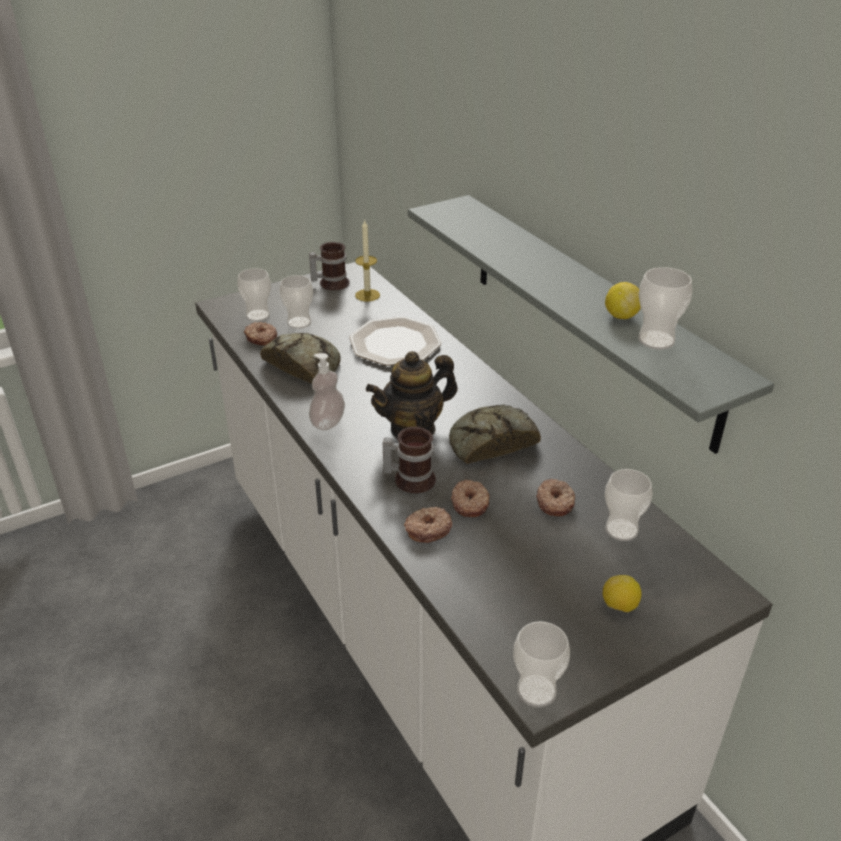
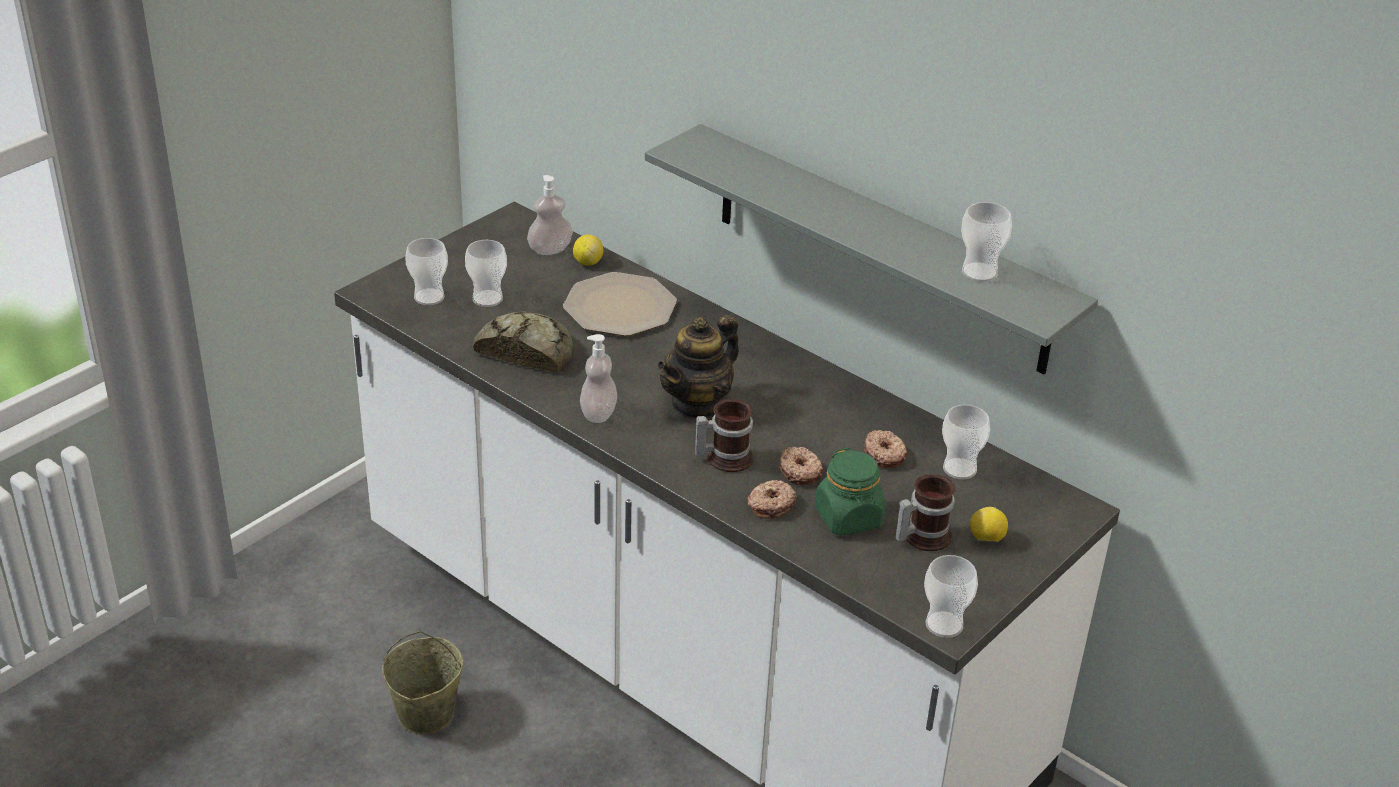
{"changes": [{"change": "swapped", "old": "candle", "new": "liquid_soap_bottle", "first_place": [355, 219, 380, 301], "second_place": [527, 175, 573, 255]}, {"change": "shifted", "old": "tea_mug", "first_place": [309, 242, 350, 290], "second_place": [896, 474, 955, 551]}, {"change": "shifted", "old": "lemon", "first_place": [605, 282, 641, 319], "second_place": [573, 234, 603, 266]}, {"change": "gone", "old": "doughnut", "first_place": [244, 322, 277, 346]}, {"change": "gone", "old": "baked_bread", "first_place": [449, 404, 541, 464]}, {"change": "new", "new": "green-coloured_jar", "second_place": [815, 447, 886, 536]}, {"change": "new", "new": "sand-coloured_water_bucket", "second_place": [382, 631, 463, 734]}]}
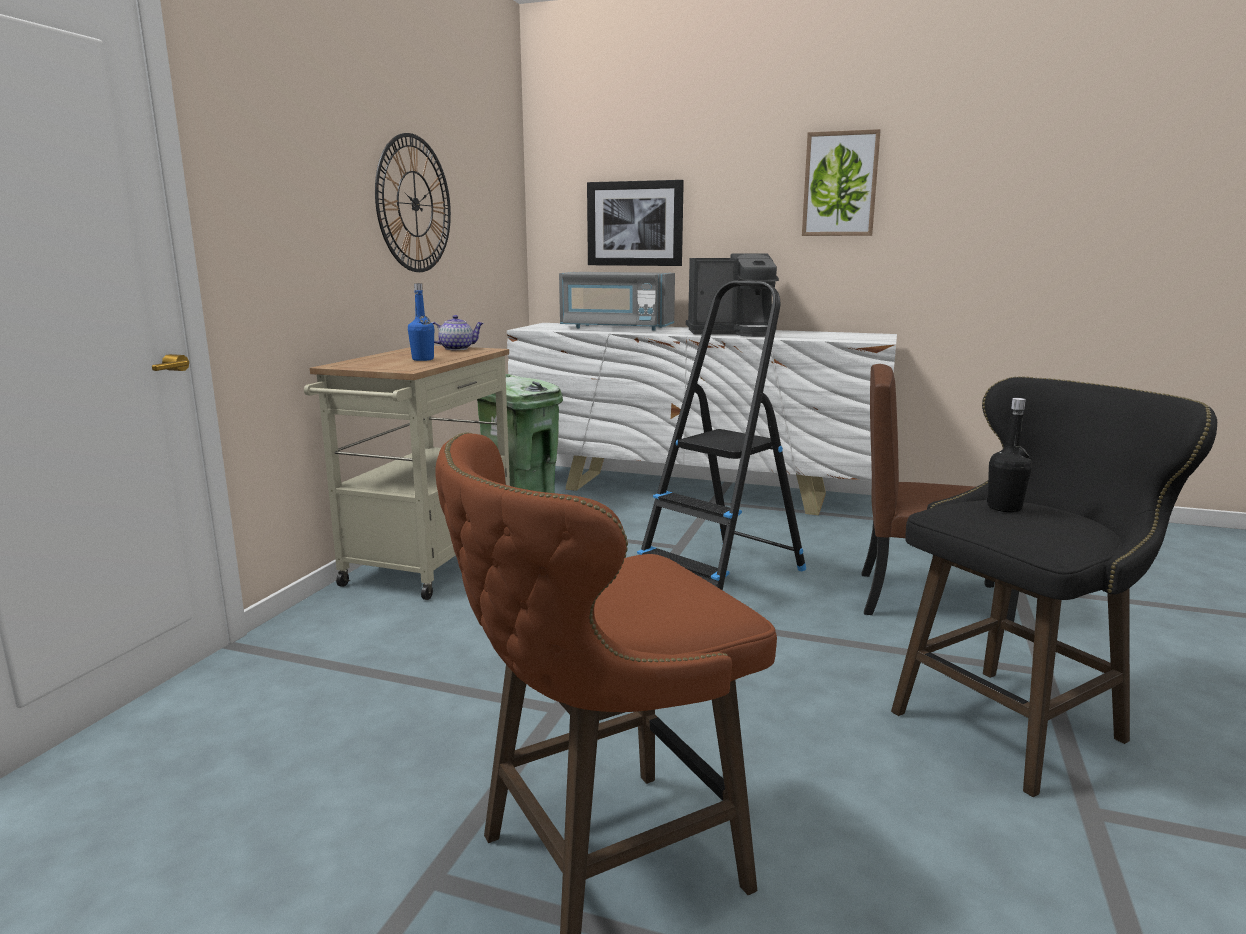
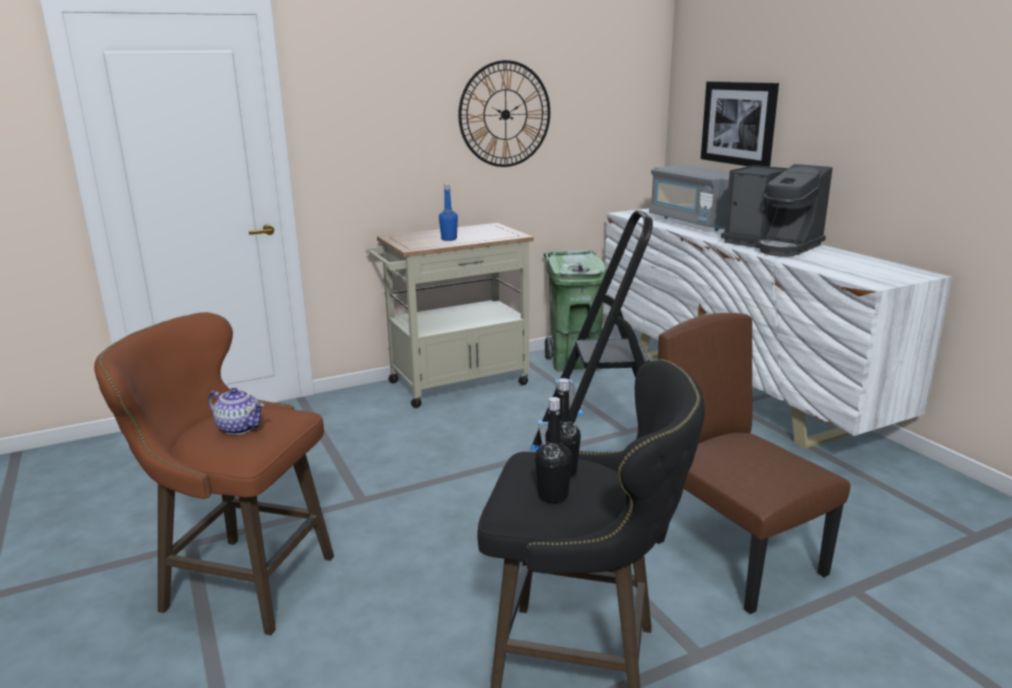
{"changes": [{"change": "gone", "old": "wall_art", "first_place": [802, 129, 881, 236]}, {"change": "shifted", "old": "pot_for_tea", "first_place": [432, 315, 484, 350], "second_place": [208, 388, 264, 435]}, {"change": "new", "new": "black-coloured_beverage_bottle", "second_place": [535, 397, 572, 503]}]}
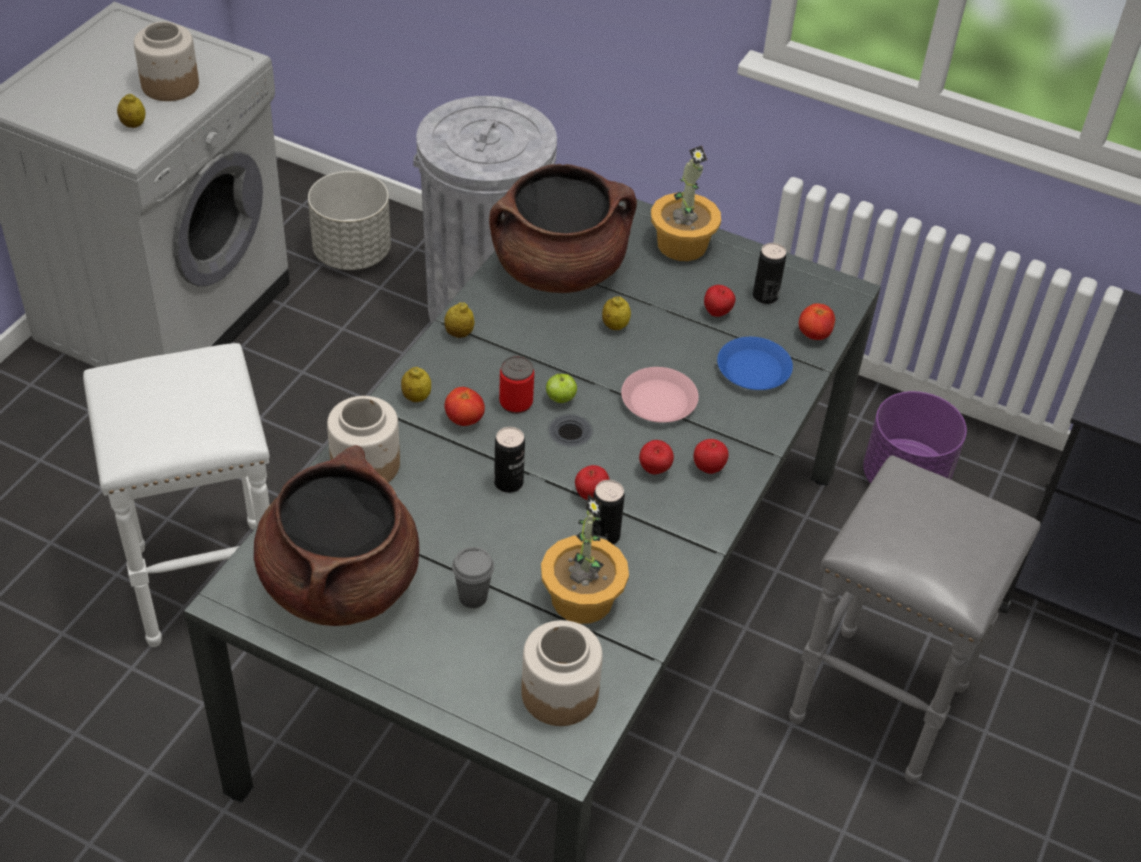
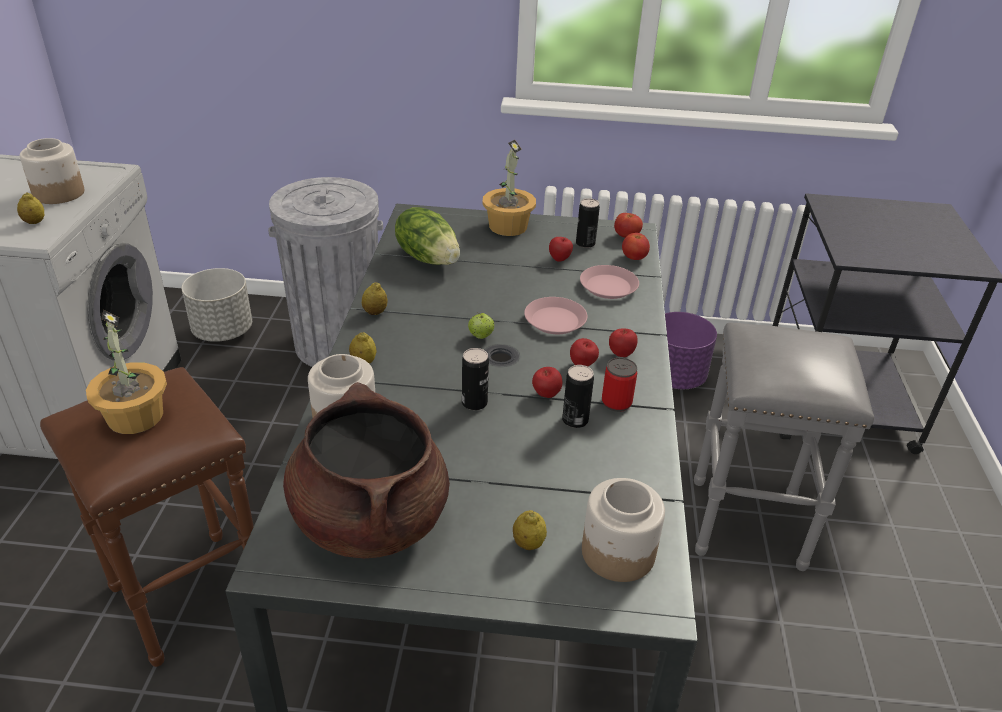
{"changes": [{"change": "swapped", "old": "brownish_stockpot", "new": "head_of_lettuce", "first_place": [489, 164, 637, 293], "second_place": [395, 207, 460, 265]}, {"change": "shifted", "old": "lemon", "first_place": [602, 296, 631, 330], "second_place": [513, 510, 547, 550]}, {"change": "repainted", "old": "bluish_flat_dish", "new": "pinkish_flat_dish", "first_place": [717, 337, 793, 390], "second_place": [580, 265, 639, 299]}, {"change": "repainted", "old": "whitish_sitting_stool", "new": "brownish_sitting_stool", "first_place": [83, 343, 269, 647], "second_place": [40, 367, 254, 667]}, {"change": "shifted", "old": "sealed_can", "first_place": [499, 356, 534, 414], "second_place": [602, 358, 637, 412]}, {"change": "shifted", "old": "whole_tomato", "first_place": [444, 387, 485, 426], "second_place": [614, 213, 643, 238]}, {"change": "shifted", "old": "houseplant", "first_place": [541, 494, 629, 624], "second_place": [86, 309, 167, 434]}, {"change": "gone", "old": "greyish_cup", "first_place": [452, 547, 494, 608]}]}
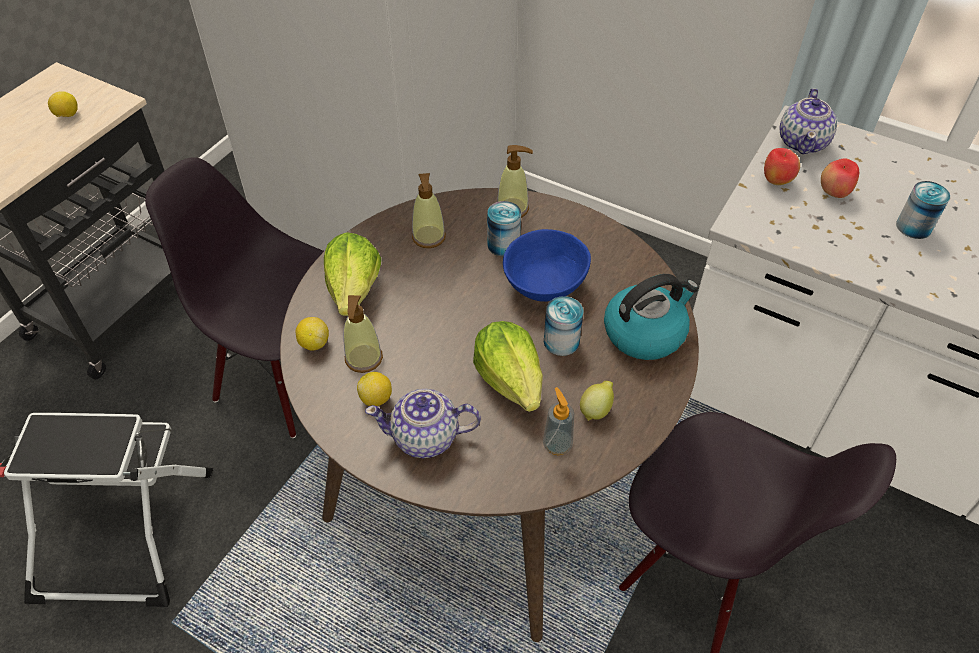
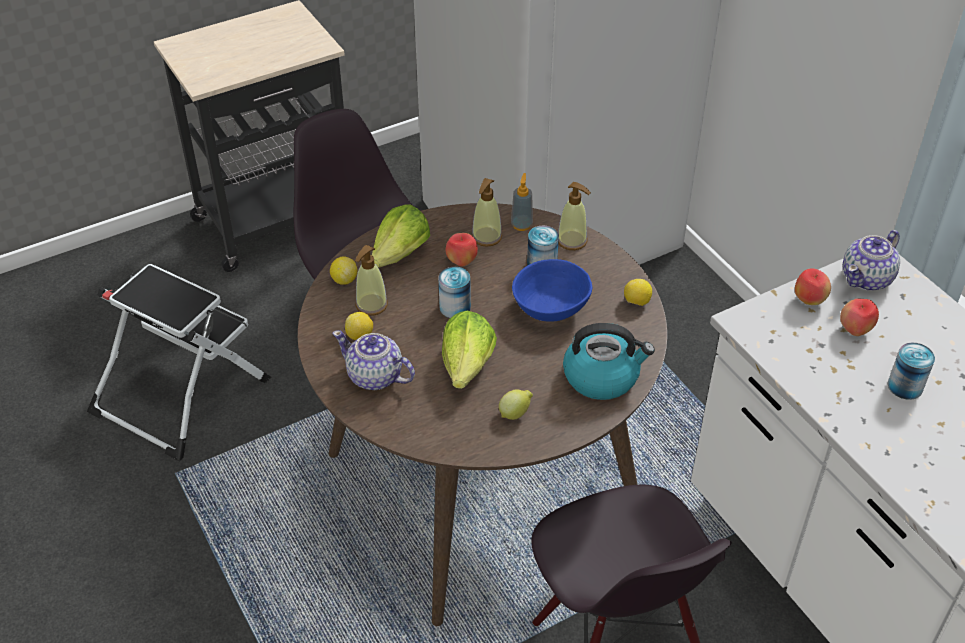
{"changes": [{"change": "shifted", "old": "lemon", "first_place": [48, 91, 78, 117], "second_place": [624, 279, 652, 306]}, {"change": "shifted", "old": "sealed_can", "first_place": [544, 296, 583, 356], "second_place": [438, 267, 471, 318]}, {"change": "shifted", "old": "liquid_soap_bottle", "first_place": [543, 387, 574, 455], "second_place": [511, 173, 533, 231]}, {"change": "new", "new": "whole_apple", "second_place": [446, 233, 478, 266]}]}
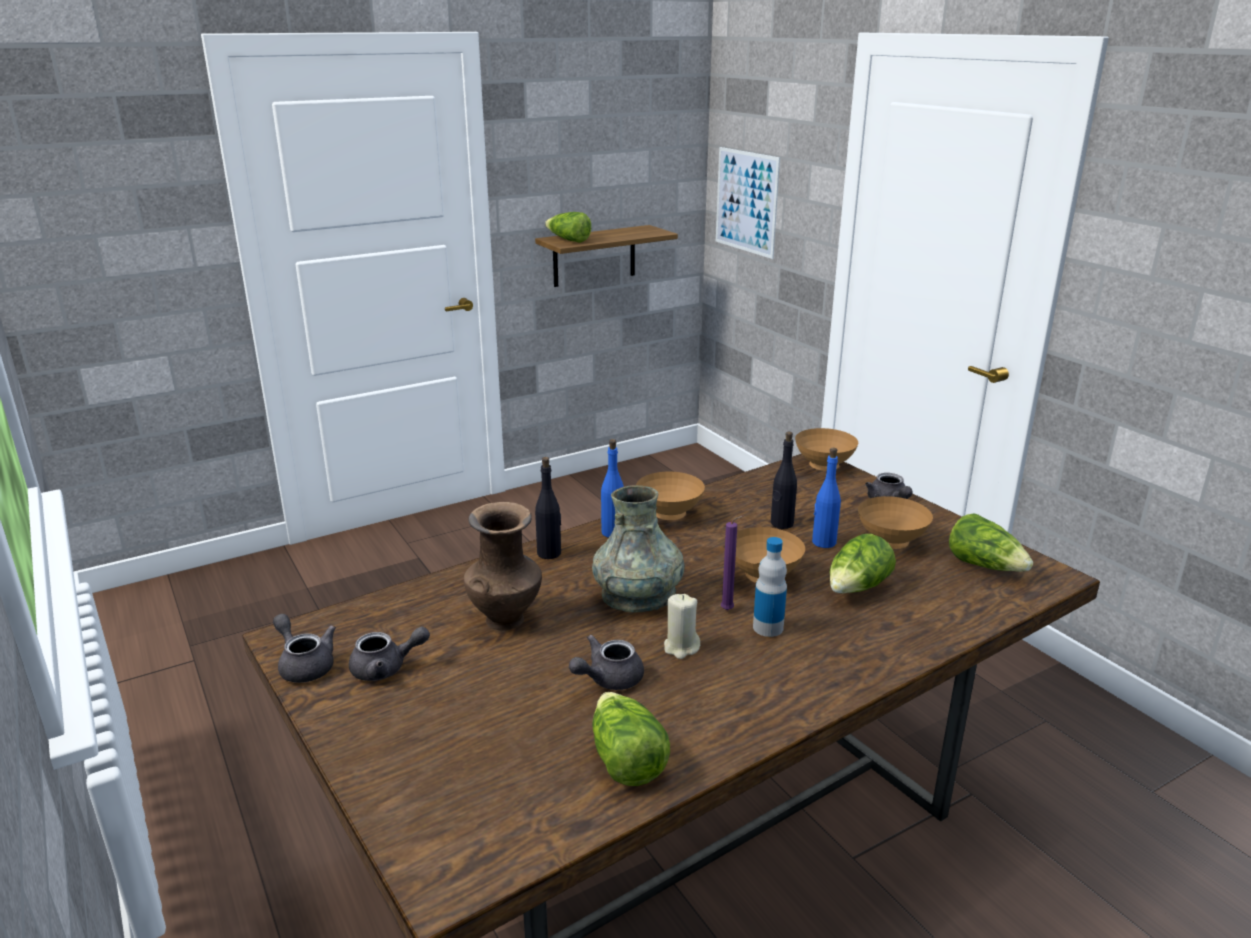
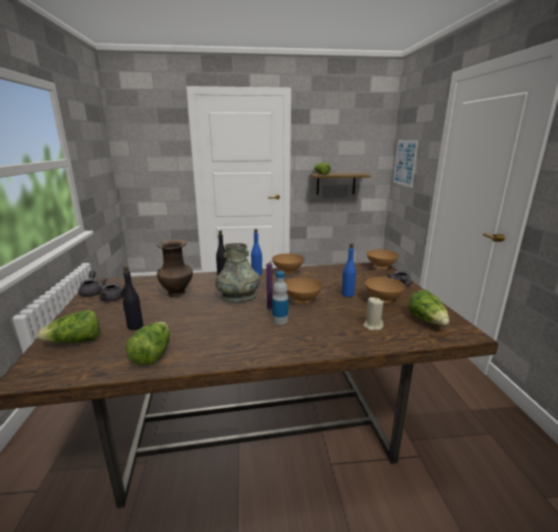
{"changes": [{"change": "shifted", "old": "black-coloured_beverage_bottle", "first_place": [771, 432, 797, 529], "second_place": [123, 266, 143, 330]}, {"change": "shifted", "old": "head_of_lettuce", "first_place": [830, 534, 896, 594], "second_place": [36, 310, 100, 343]}, {"change": "shifted", "old": "sand-coloured_candle", "first_place": [664, 594, 700, 659], "second_place": [363, 297, 384, 331]}, {"change": "gone", "old": "greyish_pot_for_tea", "first_place": [569, 635, 644, 690]}]}
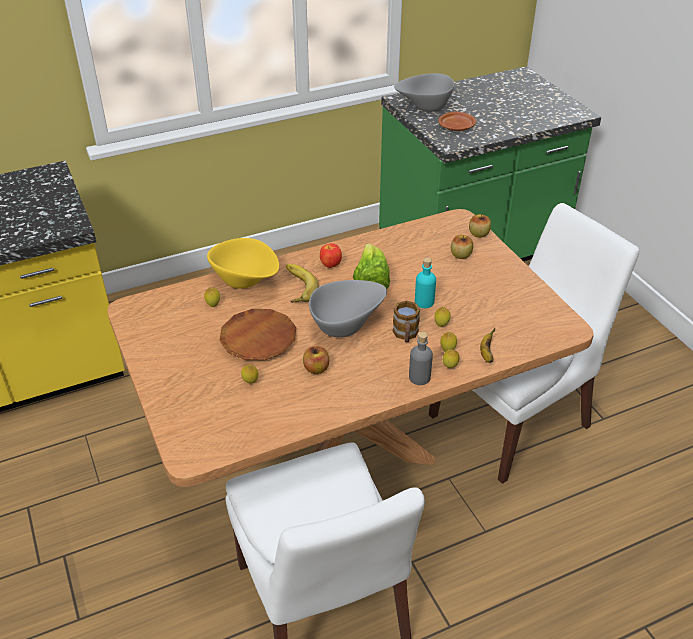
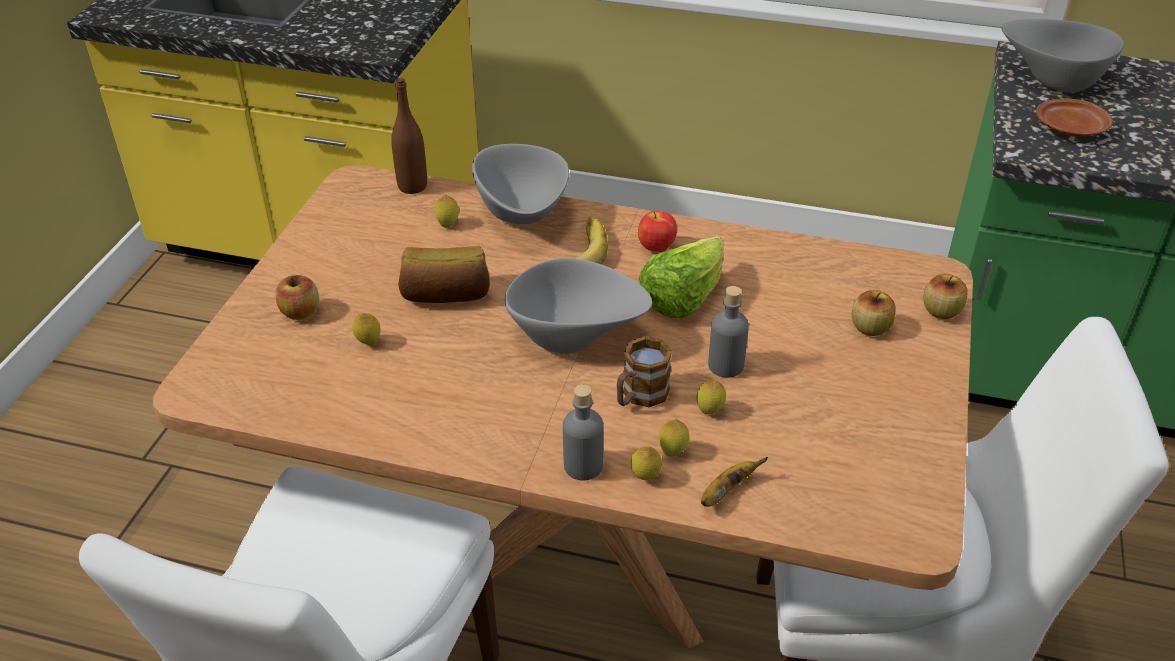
{"changes": [{"change": "repainted", "old": "yellow_serving_bowl", "new": "greyish_serving_bowl", "first_place": [207, 238, 279, 289], "second_place": [472, 144, 569, 224]}, {"change": "repainted", "old": "turquoise_beverage_bottle", "new": "greyish_beverage_bottle", "first_place": [415, 257, 436, 308], "second_place": [708, 286, 749, 378]}, {"change": "swapped", "old": "brownish_flat_dish", "new": "baked_bread", "first_place": [219, 309, 296, 360], "second_place": [398, 246, 490, 303]}, {"change": "shifted", "old": "whole_apple", "first_place": [303, 346, 329, 374], "second_place": [275, 275, 319, 320]}, {"change": "new", "new": "brownish_beverage_bottle", "second_place": [391, 78, 427, 194]}]}
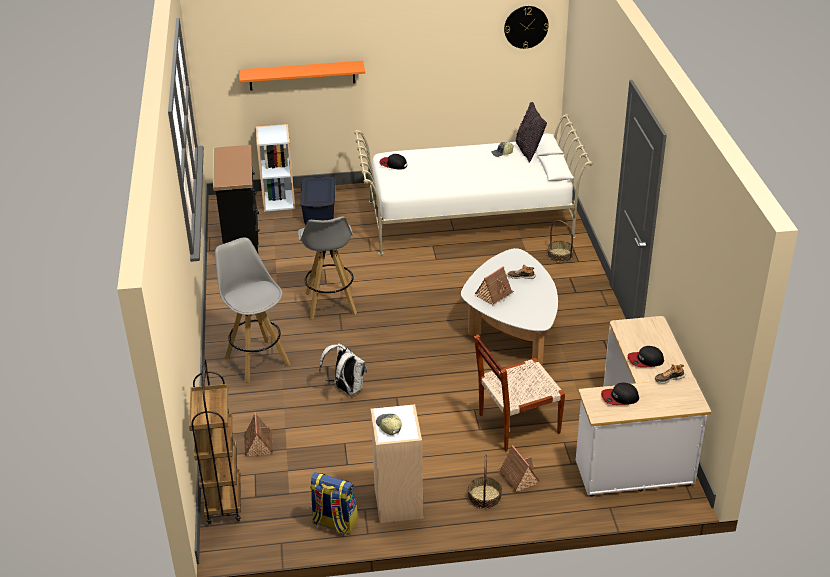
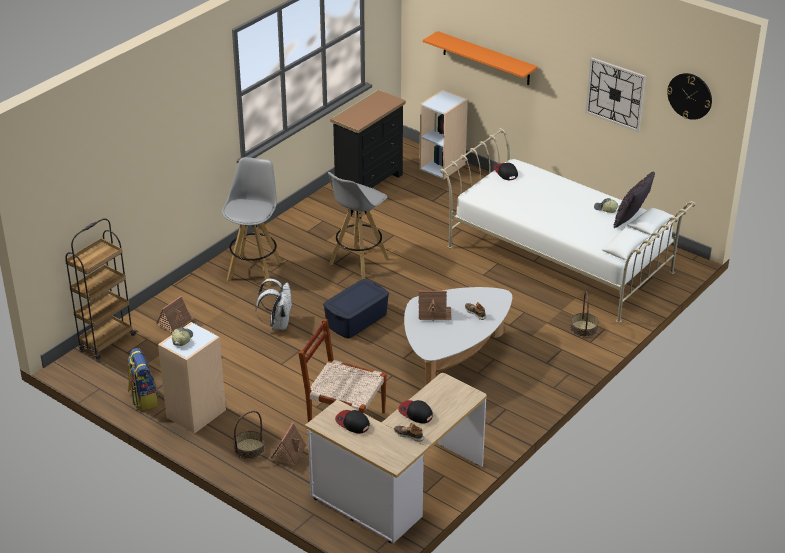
{"changes": [{"change": "shifted", "old": "bluish_storage_bin", "first_place": [300, 176, 335, 225], "second_place": [323, 279, 389, 339]}, {"change": "new", "new": "wall_clock", "second_place": [586, 57, 646, 132]}]}
